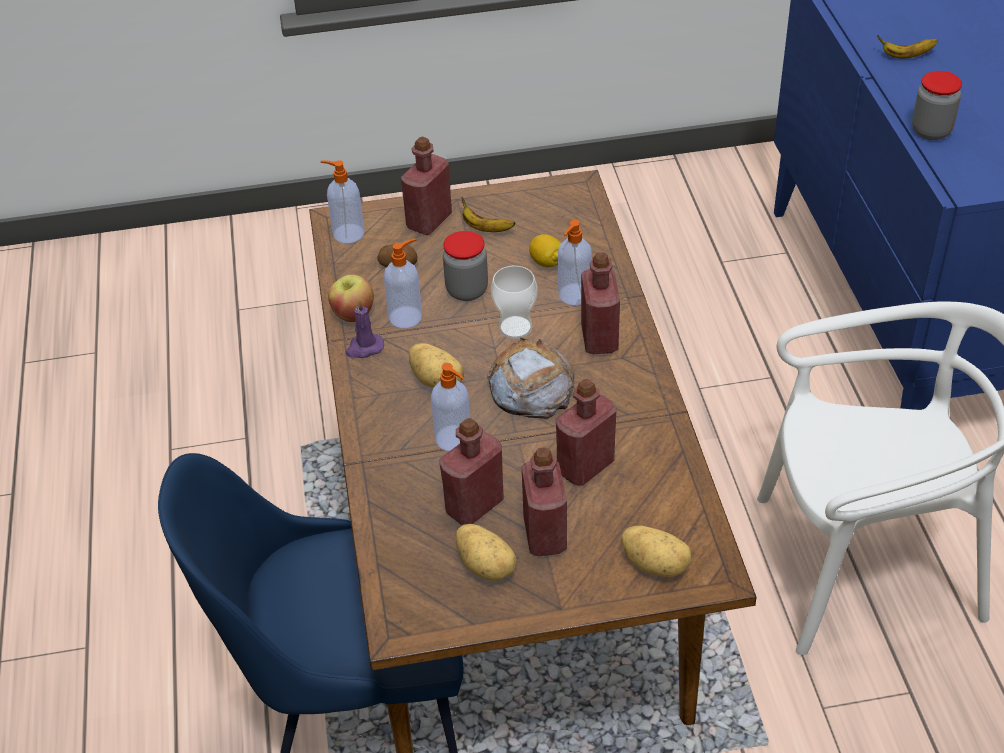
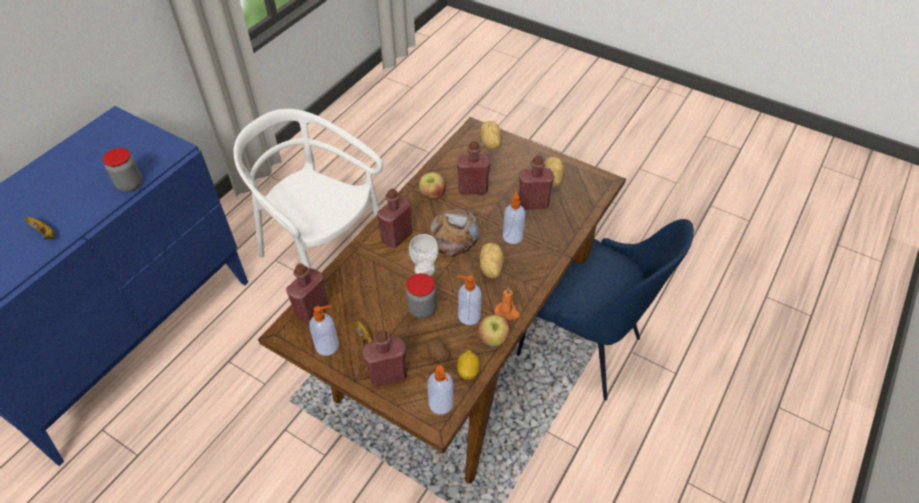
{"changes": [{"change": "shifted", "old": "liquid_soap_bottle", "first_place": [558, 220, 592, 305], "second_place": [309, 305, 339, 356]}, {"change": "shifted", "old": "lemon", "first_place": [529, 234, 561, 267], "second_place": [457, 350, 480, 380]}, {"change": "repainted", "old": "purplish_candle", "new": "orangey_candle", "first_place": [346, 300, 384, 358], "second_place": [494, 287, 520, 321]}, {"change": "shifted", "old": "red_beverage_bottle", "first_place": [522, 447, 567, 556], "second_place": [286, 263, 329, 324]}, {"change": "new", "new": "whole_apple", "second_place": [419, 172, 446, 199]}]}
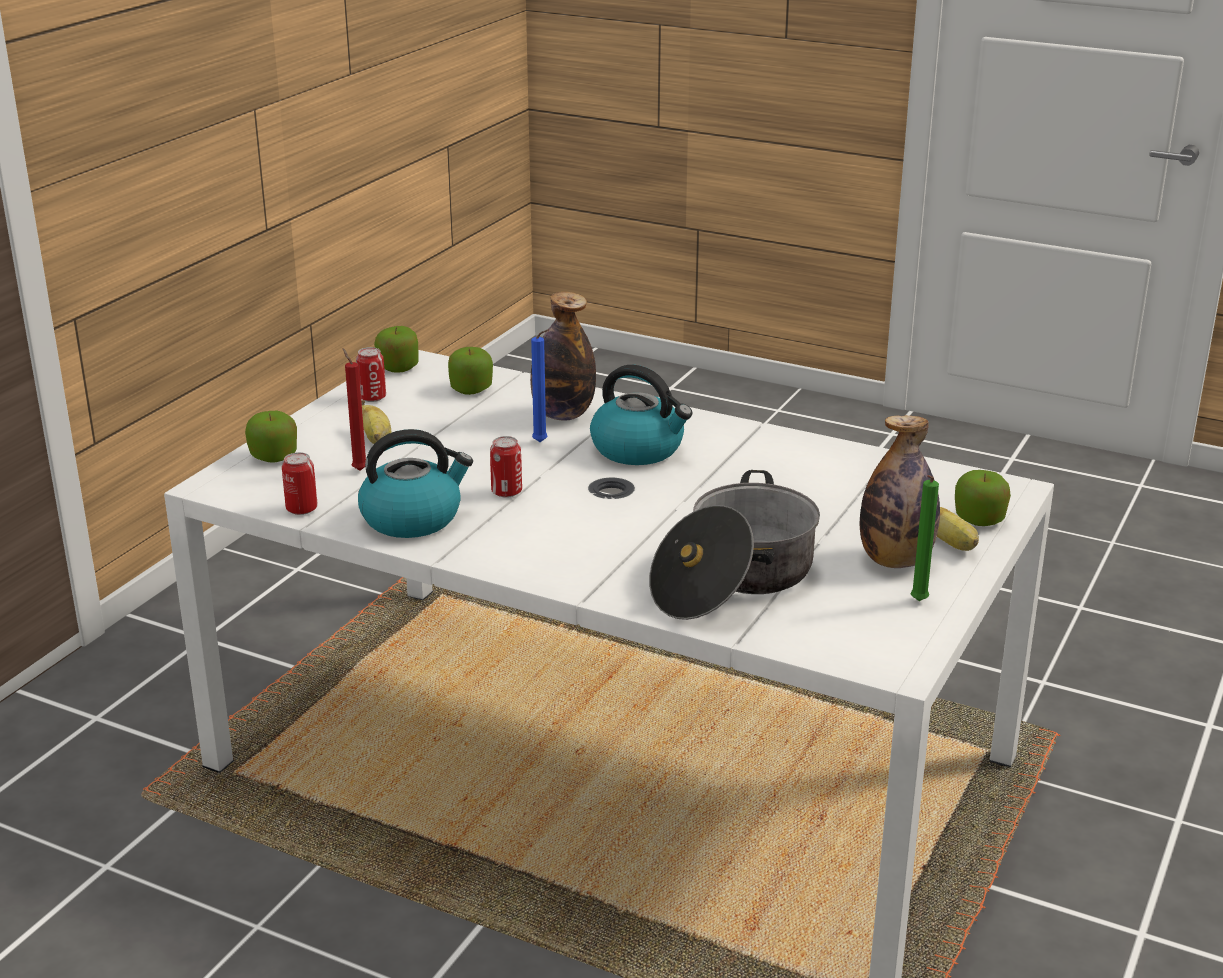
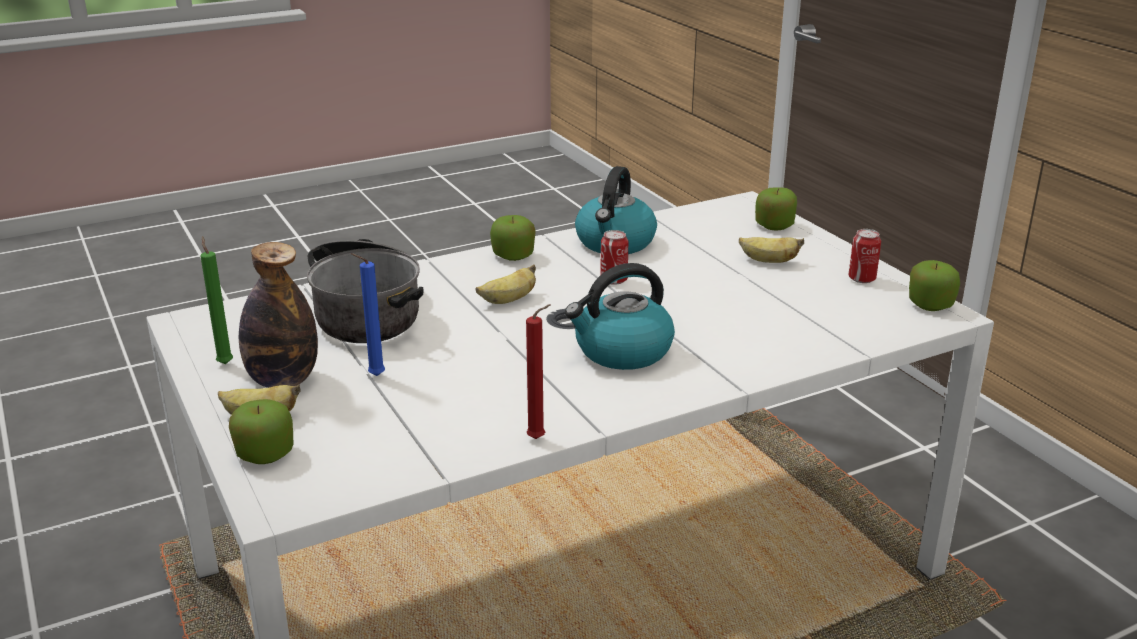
{"changes": [{"change": "gone", "old": "beverage_bottle", "first_place": [530, 292, 596, 421]}, {"change": "shifted", "old": "bluish_candle", "first_place": [531, 329, 549, 442], "second_place": [351, 253, 385, 376]}, {"change": "shifted", "old": "whole_apple", "first_place": [448, 347, 493, 395], "second_place": [490, 215, 536, 261]}, {"change": "shifted", "old": "red_candle", "first_place": [343, 348, 366, 471], "second_place": [526, 304, 550, 439]}, {"change": "gone", "old": "sealed_can", "first_place": [282, 452, 318, 515]}, {"change": "new", "new": "whole_banana", "second_place": [476, 264, 536, 304]}]}
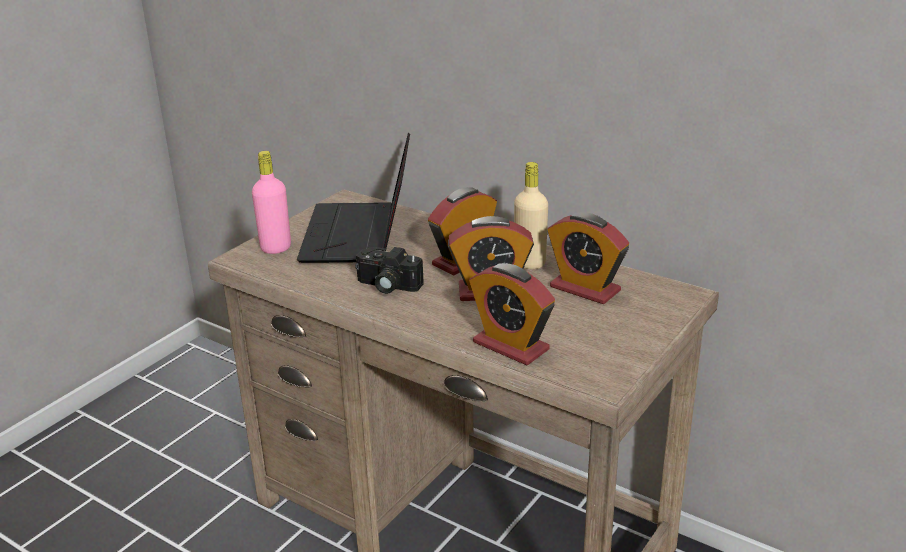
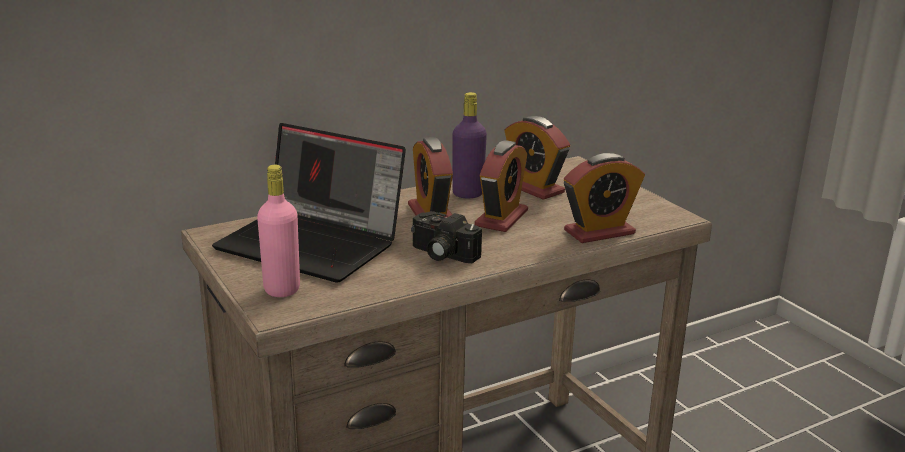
{"changes": [{"change": "repainted", "old": "sand-coloured_beverage_bottle", "new": "purplish_beverage_bottle", "first_place": [514, 162, 548, 269], "second_place": [452, 92, 487, 198]}, {"change": "rotated", "old": "bedside_clock", "first_place": [548, 212, 629, 304], "second_place": [505, 116, 570, 200], "degrees": 75}, {"change": "rotated", "old": "photo_camera", "first_place": [355, 247, 423, 294], "second_place": [411, 211, 482, 263], "degrees": 75}]}
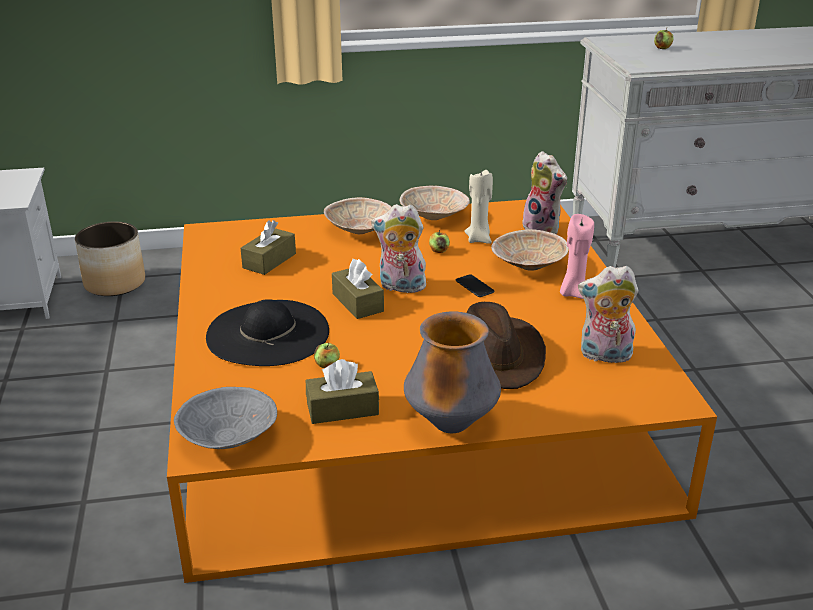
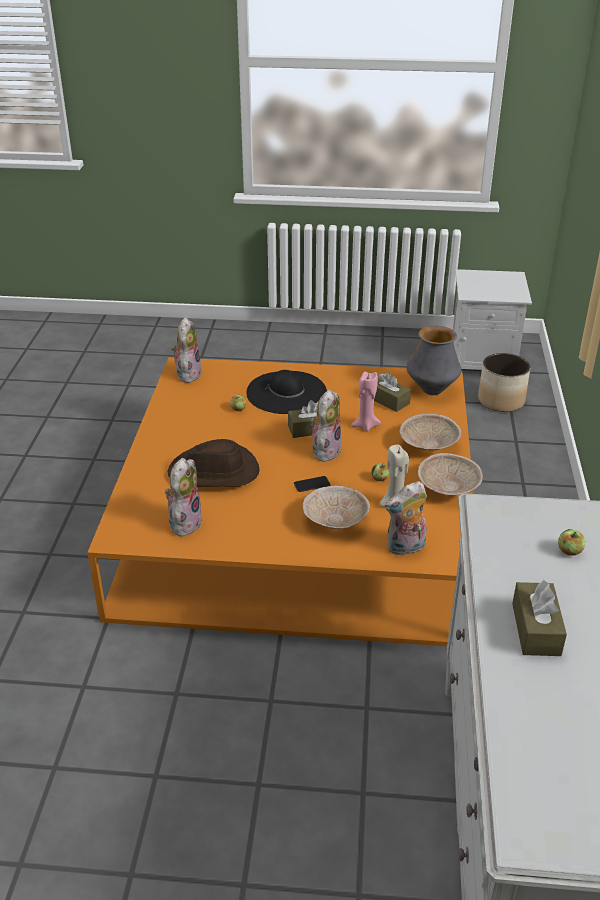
{"changes": [{"change": "shifted", "old": "pinkish_candle", "first_place": [560, 214, 594, 299], "second_place": [351, 372, 381, 432]}, {"change": "shifted", "old": "flower_vase", "first_place": [404, 312, 501, 434], "second_place": [407, 326, 462, 395]}, {"change": "shifted", "old": "brownish_tissue_box", "first_place": [306, 359, 379, 424], "second_place": [512, 579, 567, 656]}, {"change": "swapped", "old": "greyish_serving_bowl", "new": "plush_toy", "first_place": [174, 387, 277, 449], "second_place": [172, 317, 202, 383]}]}
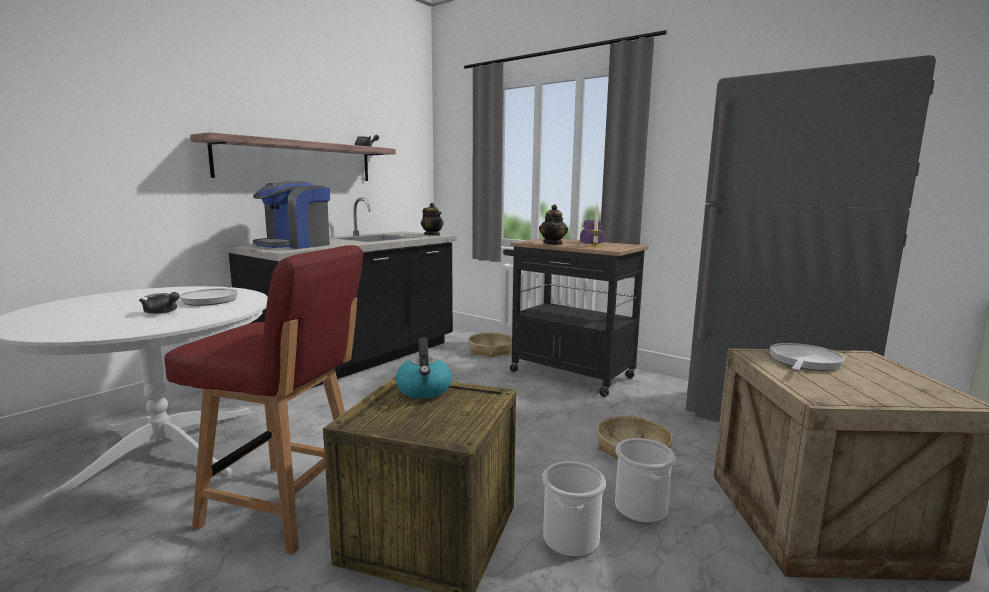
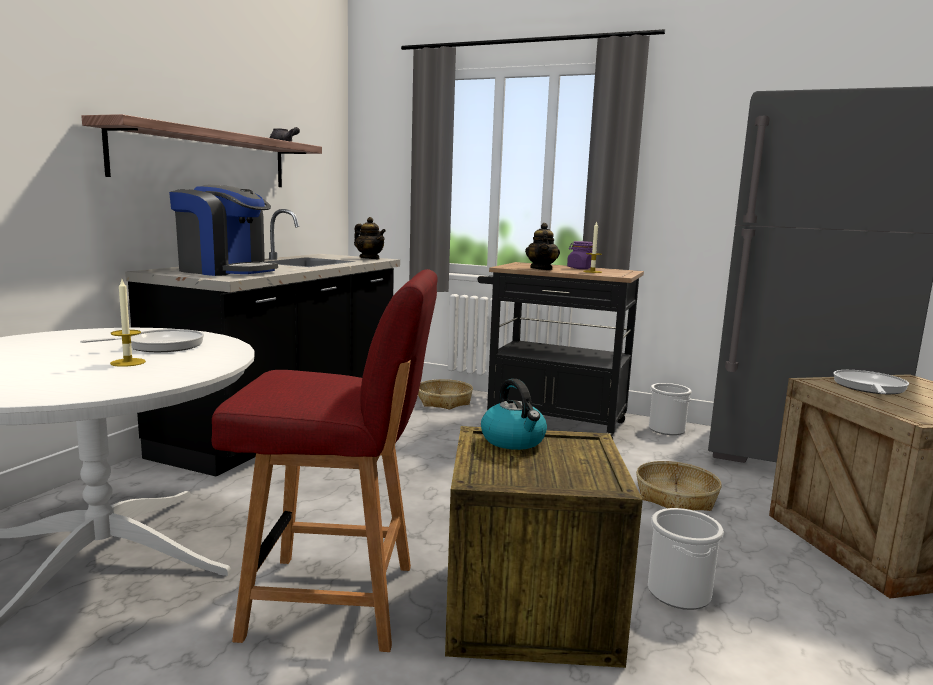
{"changes": [{"change": "rotated", "old": "coffee_machine", "first_place": [253, 181, 330, 249], "second_place": [169, 185, 278, 276], "degrees": -90}, {"change": "swapped", "old": "greyish_pot_for_tea", "new": "candle", "first_place": [139, 292, 180, 314], "second_place": [110, 280, 146, 367]}, {"change": "shifted", "old": "water_bucket", "first_place": [615, 438, 675, 524], "second_place": [649, 383, 692, 435]}]}
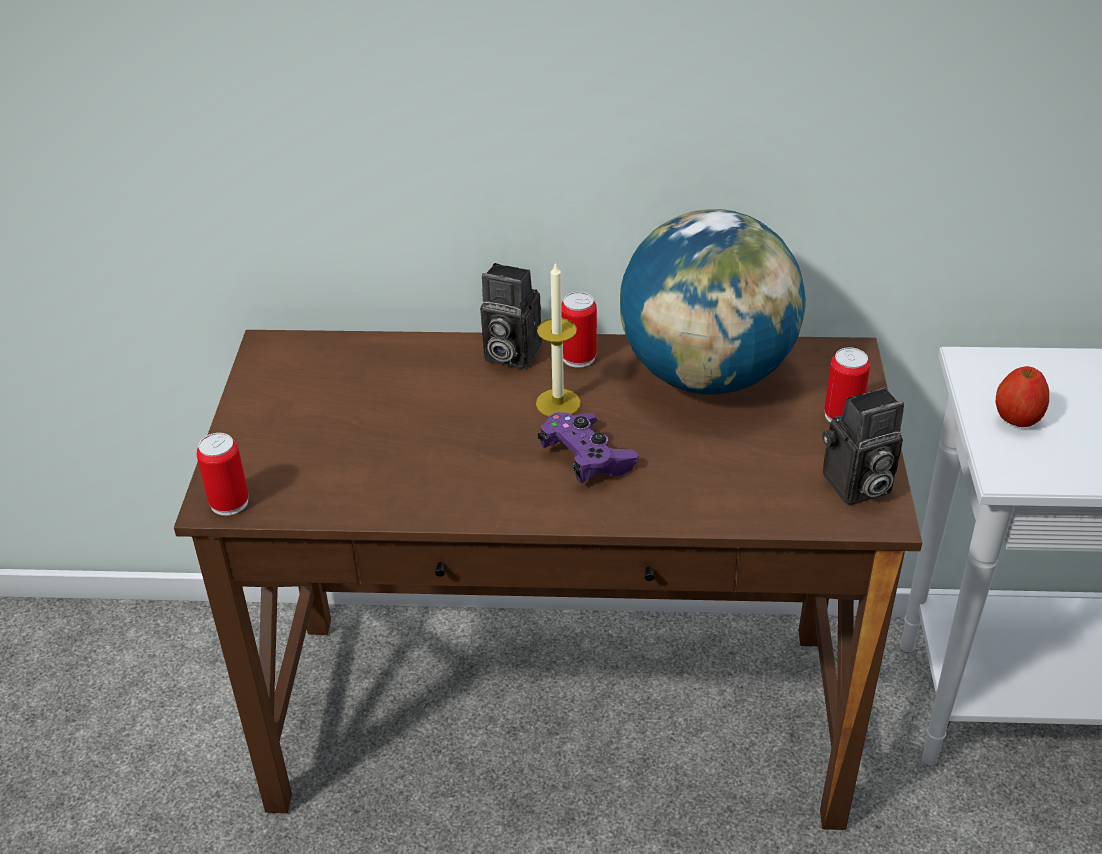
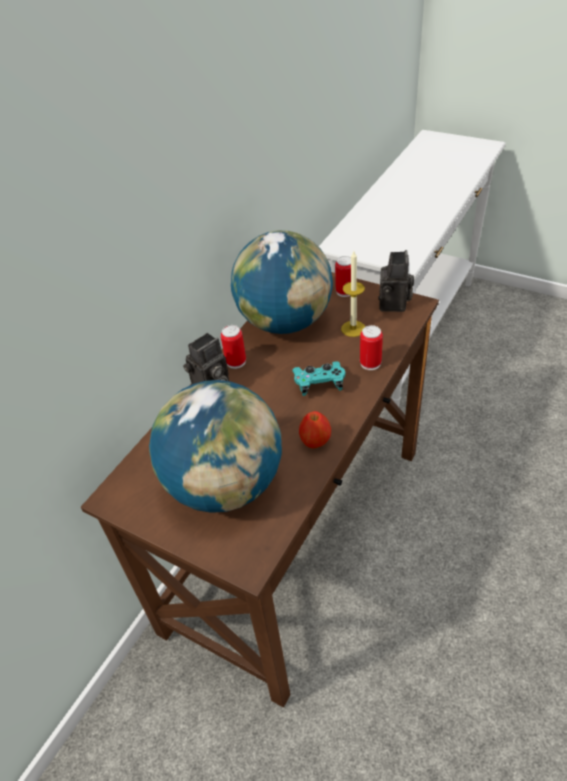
{"changes": [{"change": "shifted", "old": "candle", "first_place": [536, 261, 581, 416], "second_place": [341, 251, 365, 337]}, {"change": "shifted", "old": "whole_apple", "first_place": [996, 366, 1049, 427], "second_place": [299, 411, 331, 448]}, {"change": "repainted", "old": "purplish_joypad", "new": "turquoise_joypad", "first_place": [538, 412, 639, 483], "second_place": [292, 361, 345, 396]}, {"change": "shifted", "old": "sealed_can", "first_place": [196, 433, 249, 516], "second_place": [360, 325, 383, 370]}, {"change": "new", "new": "world_globe", "second_place": [149, 380, 282, 513]}]}
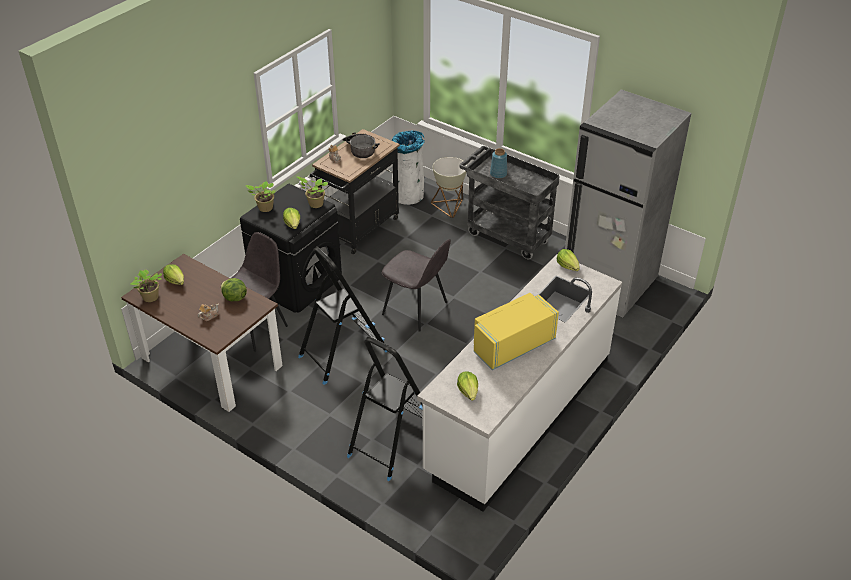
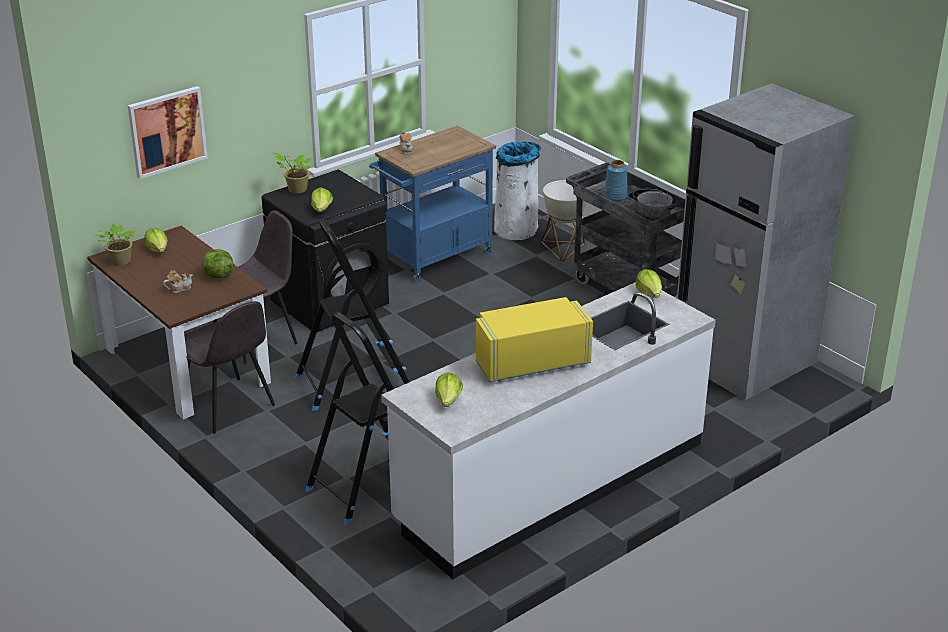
{"changes": [{"change": "repainted", "old": "black-coloured_wheeled_cart", "new": "bluish_wheeled_cart", "first_place": [310, 129, 400, 255], "second_place": [369, 126, 496, 282]}, {"change": "shifted", "old": "stockpot", "first_place": [343, 133, 380, 158], "second_place": [629, 188, 678, 221]}, {"change": "gone", "old": "houseplant", "first_place": [297, 177, 328, 208]}, {"change": "shifted", "old": "greyish_chair", "first_place": [382, 239, 451, 332], "second_place": [184, 301, 275, 434]}, {"change": "new", "new": "wall_art", "second_place": [127, 86, 208, 179]}]}
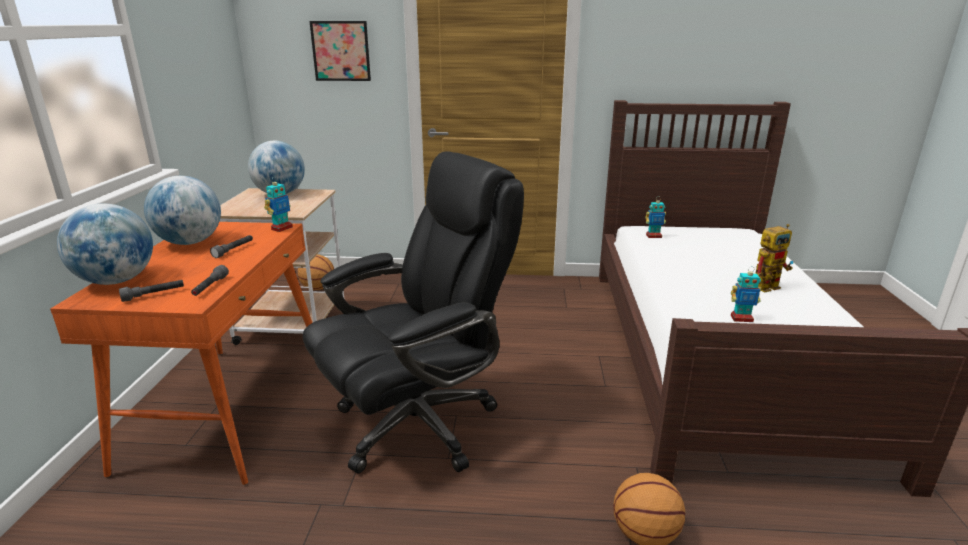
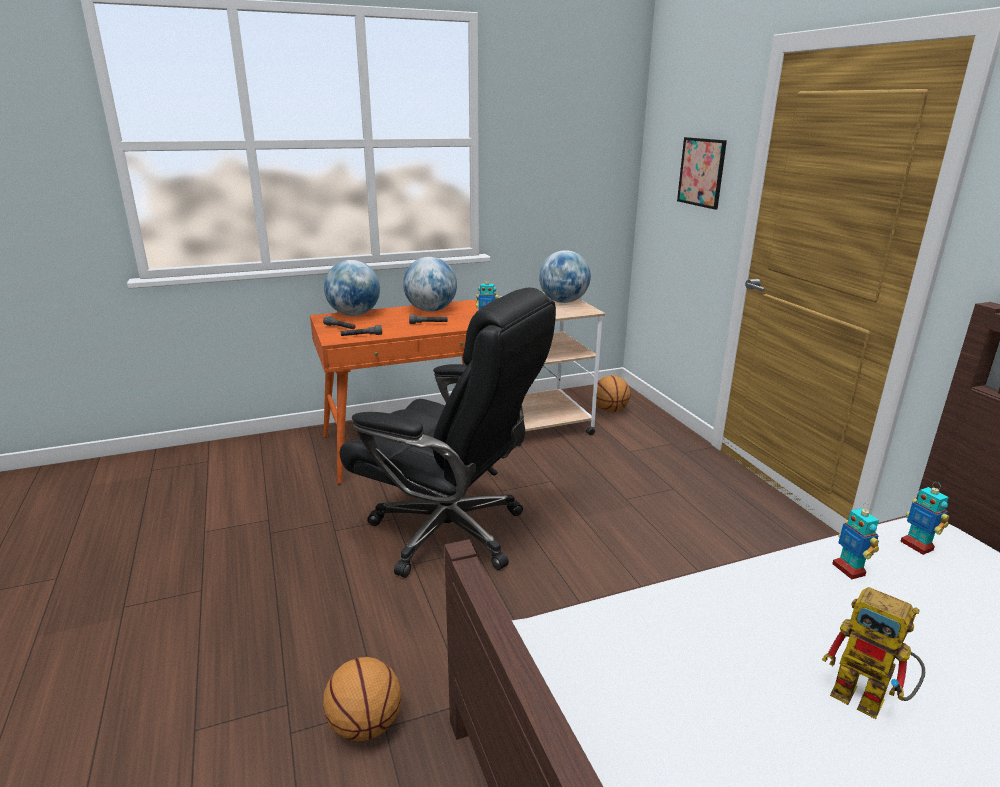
{"changes": [{"change": "shifted", "old": "model_robot", "first_place": [731, 266, 761, 322], "second_place": [832, 503, 879, 579]}]}
